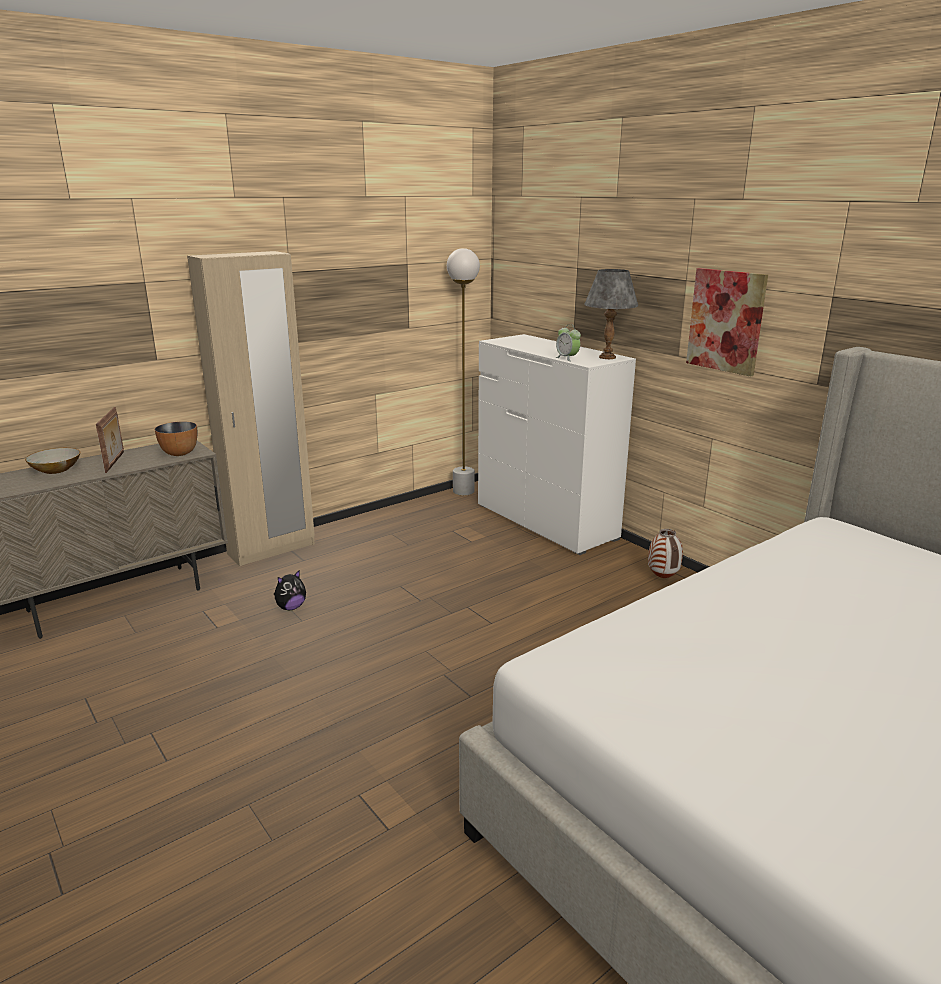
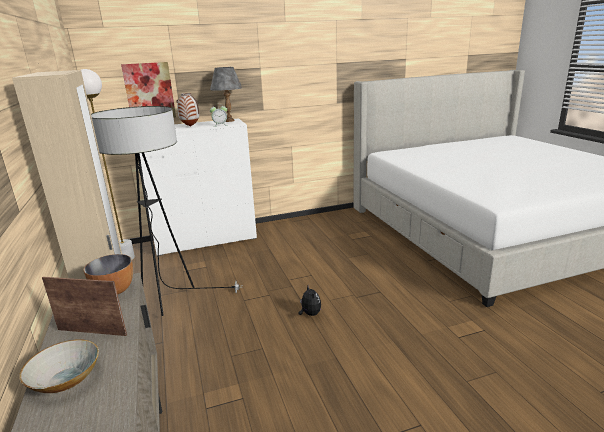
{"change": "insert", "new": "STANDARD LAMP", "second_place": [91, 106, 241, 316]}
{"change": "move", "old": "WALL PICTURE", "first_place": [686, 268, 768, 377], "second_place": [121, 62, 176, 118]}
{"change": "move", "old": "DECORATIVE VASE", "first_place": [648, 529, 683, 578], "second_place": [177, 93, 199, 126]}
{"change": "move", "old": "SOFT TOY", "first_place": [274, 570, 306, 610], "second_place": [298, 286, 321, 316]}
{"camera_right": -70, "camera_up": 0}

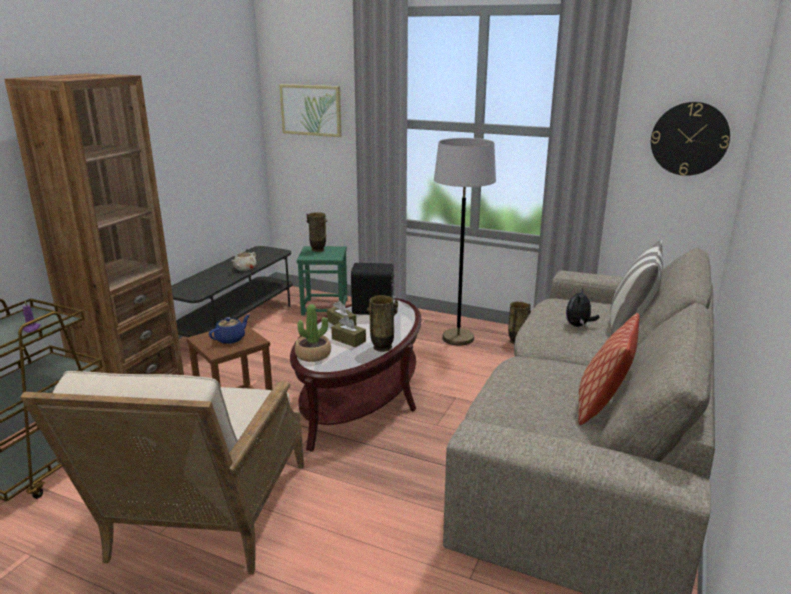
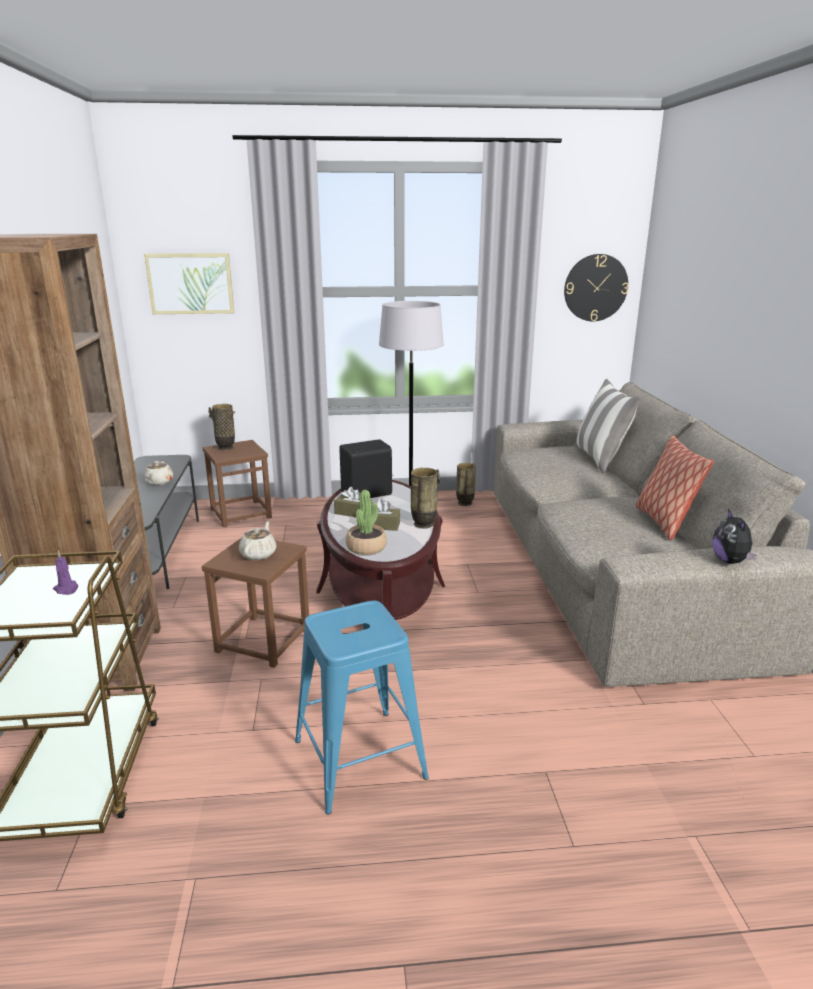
{"change": "recolor", "old": "GREEN SITTING STOOL", "new": "BROWN-COLOURED SITTING STOOL", "first_place": [297, 246, 347, 316], "second_place": [203, 440, 272, 528]}
{"change": "recolor", "old": "BLUE-COLOURED POT FOR TEA", "new": "BEIGE POT FOR TEA", "first_place": [209, 315, 250, 344], "second_place": [239, 521, 277, 560]}
{"change": "replace", "old": "BEIGE LOUNGE CHAIR", "new": "BLUE-COLOURED SITTING STOOL", "first_place": [20, 371, 304, 575], "second_place": [295, 601, 429, 814]}
{"change": "move", "old": "SOFT TOY", "first_place": [566, 288, 600, 327], "second_place": [713, 508, 756, 564]}
{"camera_right": -30, "camera_up": 0}

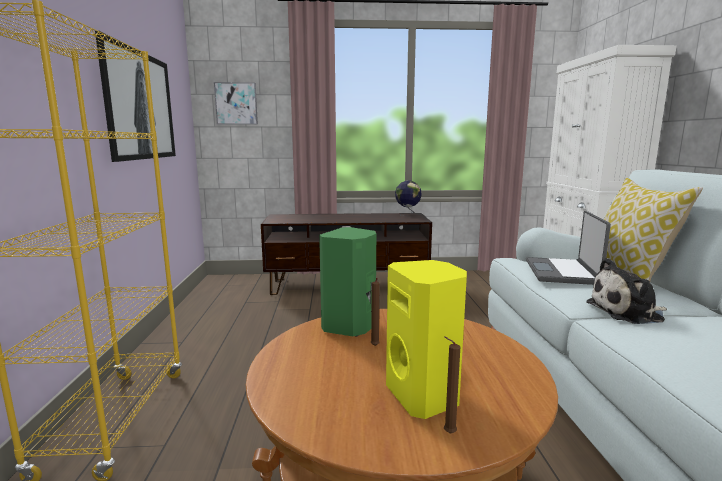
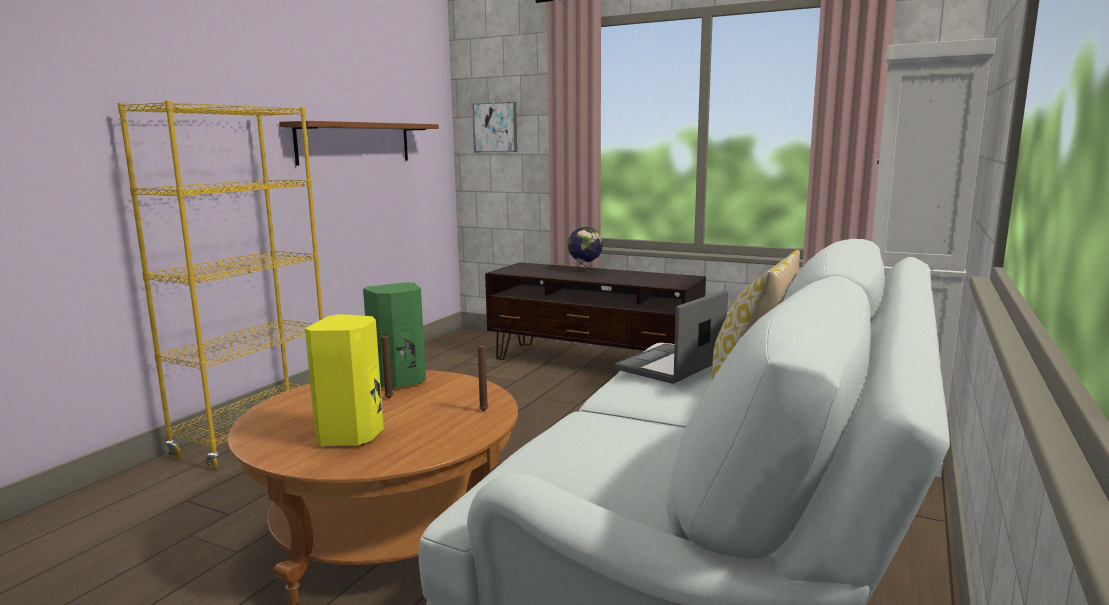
{"change": "replace", "old": "WALL PICTURE", "new": "BROWN-COLOURED WALL SHELF", "first_place": [95, 31, 176, 162], "second_place": [279, 121, 439, 166]}
{"change": "move", "old": "BROWN-COLOURED CANDLE", "first_place": [444, 336, 460, 433], "second_place": [474, 338, 488, 411]}
{"change": "move", "old": "WORLD GLOBE", "first_place": [395, 180, 422, 216], "second_place": [567, 227, 603, 274]}
{"change": "delete", "old": "SOFT TOY", "first_place": [586, 258, 667, 324]}
{"camera_right": 30, "camera_up": 0}

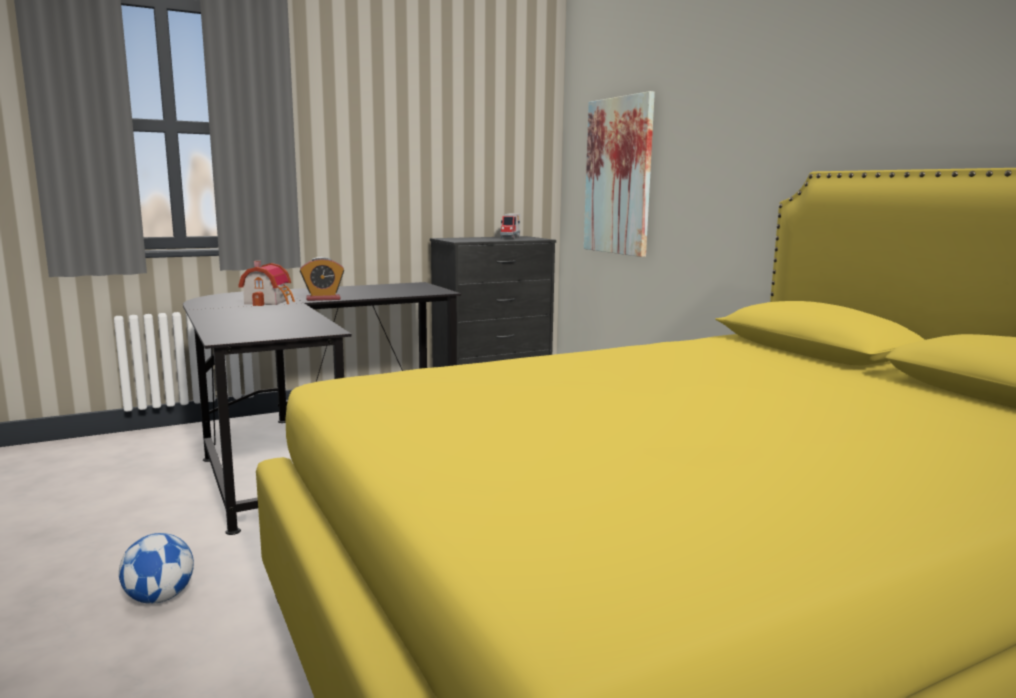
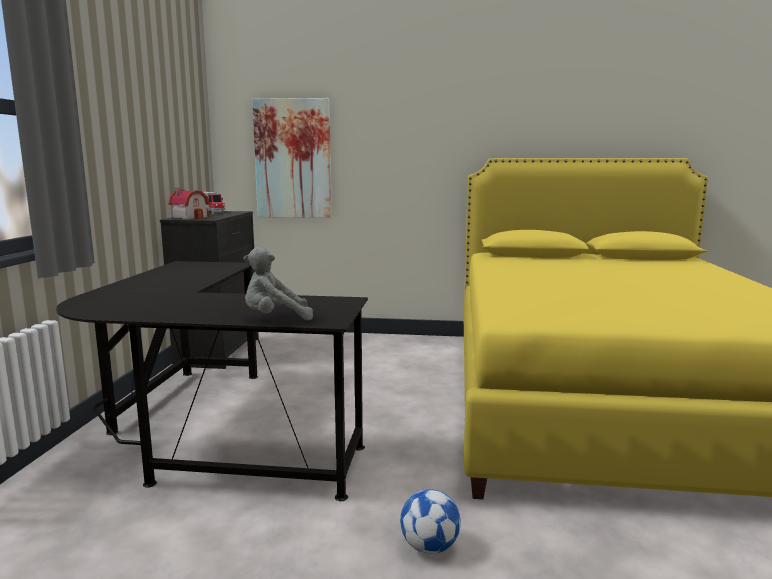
{"change": "move", "old": "TOY HOUSE", "first_place": [238, 261, 295, 306], "second_place": [168, 188, 210, 219]}
{"change": "insert", "new": "GREYISH SOFT TOY", "second_place": [243, 247, 313, 321]}
{"change": "delete", "old": "ALARM CLOCK", "first_place": [300, 257, 344, 301]}
{"camera_right": -55, "camera_up": 0}

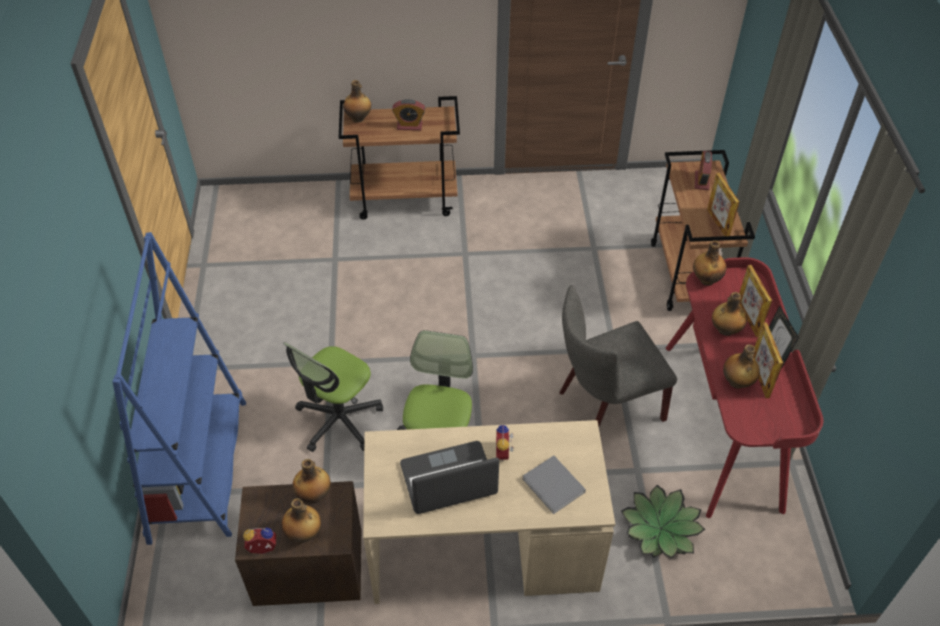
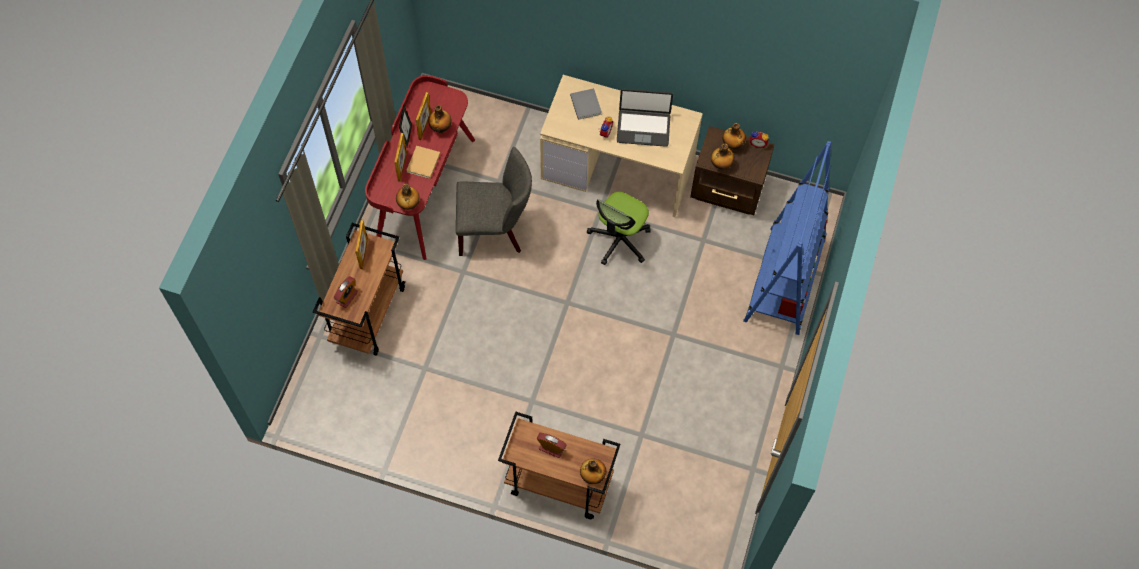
{"change": "replace", "old": "BEVERAGE BOTTLE", "new": "BEIGE BOOK", "first_place": [712, 292, 747, 336], "second_place": [406, 146, 440, 179]}
{"change": "delete", "old": "COMPUTER CHAIR", "first_place": [283, 342, 383, 452]}
{"change": "delete", "old": "POTTED PLANT", "first_place": [621, 485, 705, 558]}
{"camera_right": -160, "camera_up": 15}

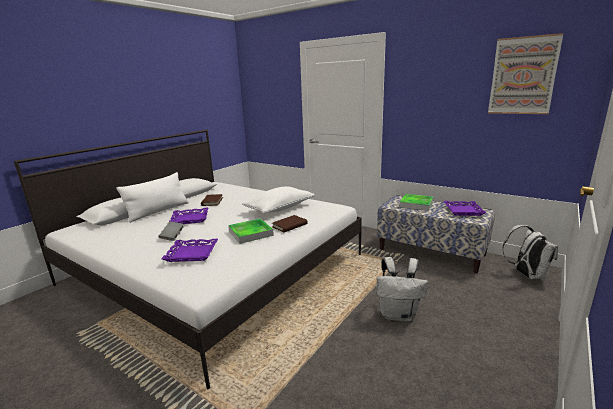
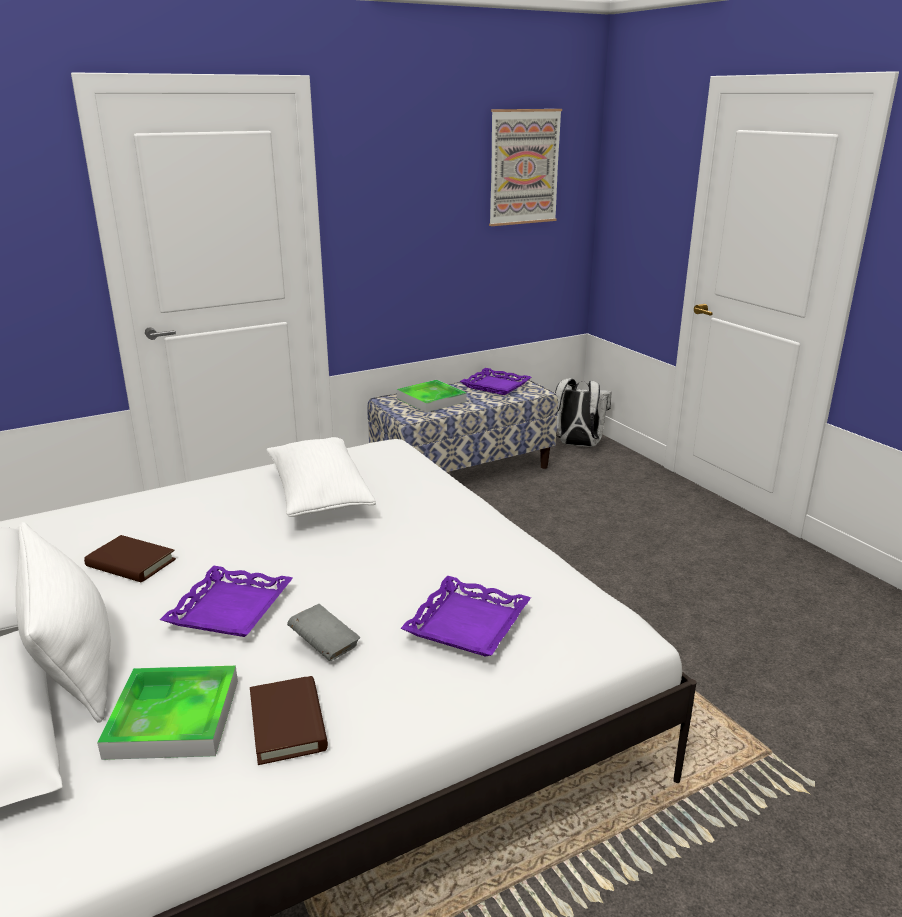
{"change": "move", "old": "TRAY", "first_place": [228, 218, 274, 244], "second_place": [97, 666, 238, 760]}
{"change": "move", "old": "BROWN-COLOURED BOOK", "first_place": [272, 215, 308, 233], "second_place": [250, 676, 328, 765]}
{"change": "delete", "old": "WHITISH BACKPACK", "first_place": [376, 257, 428, 321]}
{"camera_right": -65, "camera_up": 5}

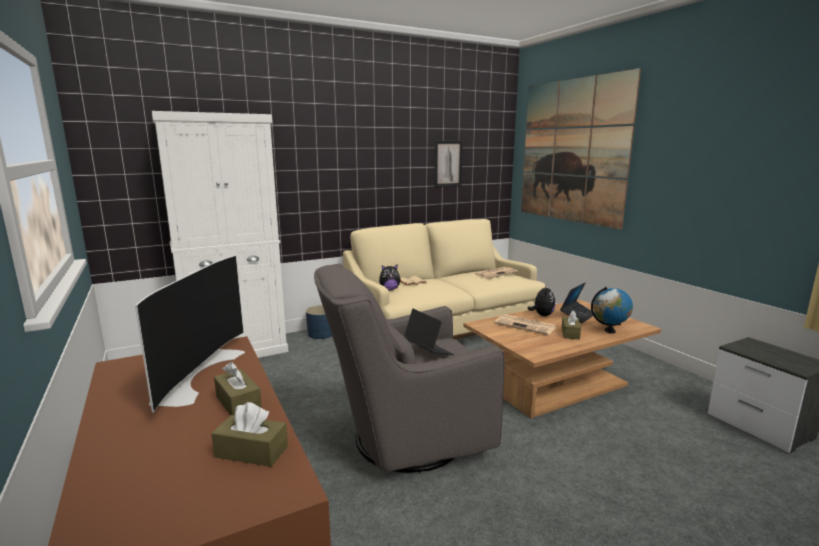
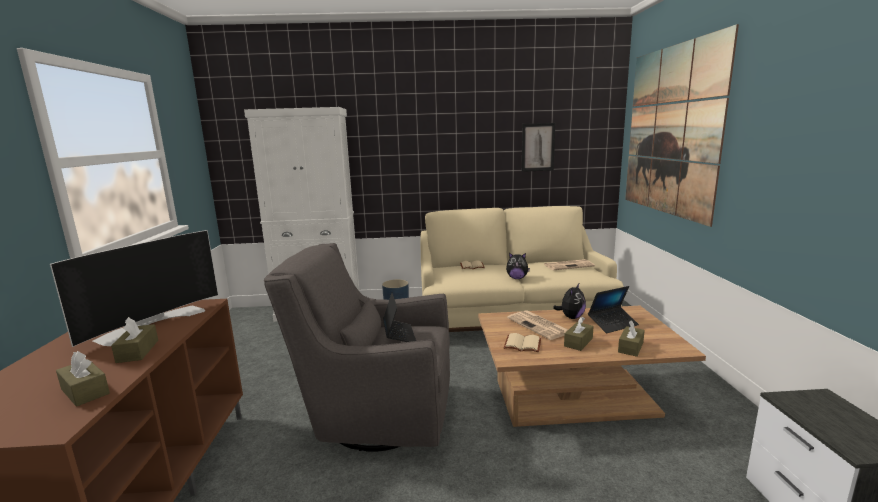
{"change": "insert", "new": "BEIGE BOOK", "second_place": [504, 333, 541, 352]}
{"change": "move", "old": "SOFT TOY", "first_place": [379, 265, 401, 291], "second_place": [506, 253, 530, 279]}
{"change": "replace", "old": "WORLD GLOBE", "new": "BROWN-COLOURED TISSUE HOLDER", "first_place": [591, 287, 633, 333], "second_place": [618, 320, 645, 357]}
{"camera_right": 25, "camera_up": 0}

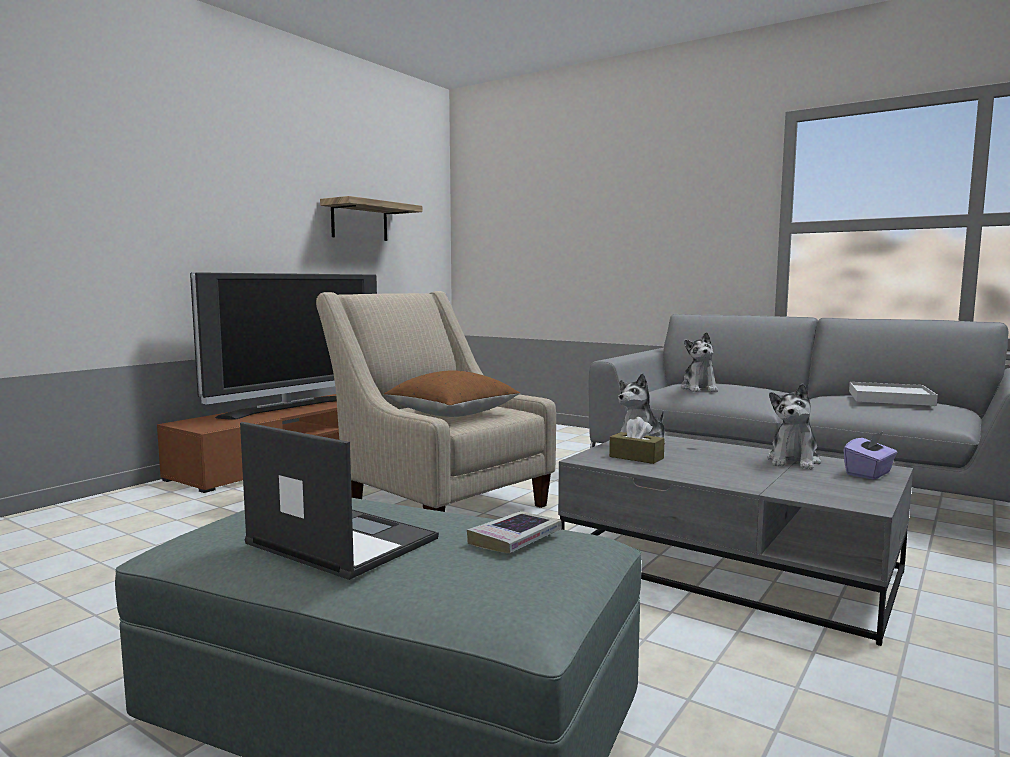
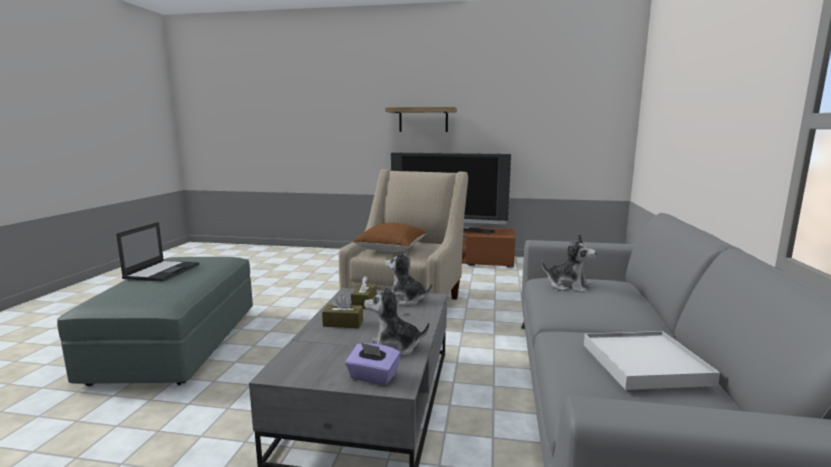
{"change": "insert", "new": "BROWN-COLOURED TISSUE HOLDER", "second_place": [322, 294, 363, 328]}
{"change": "move", "old": "WALL SHELF", "first_place": [320, 196, 422, 241], "second_place": [385, 107, 457, 132]}
{"change": "rotate", "old": "SOFT TOY", "first_place": [681, 332, 718, 392], "second_place": [542, 233, 596, 293], "degrees": -120}
{"change": "delete", "old": "BOOK", "first_place": [467, 511, 562, 553]}
{"camera_right": 65, "camera_up": 5}

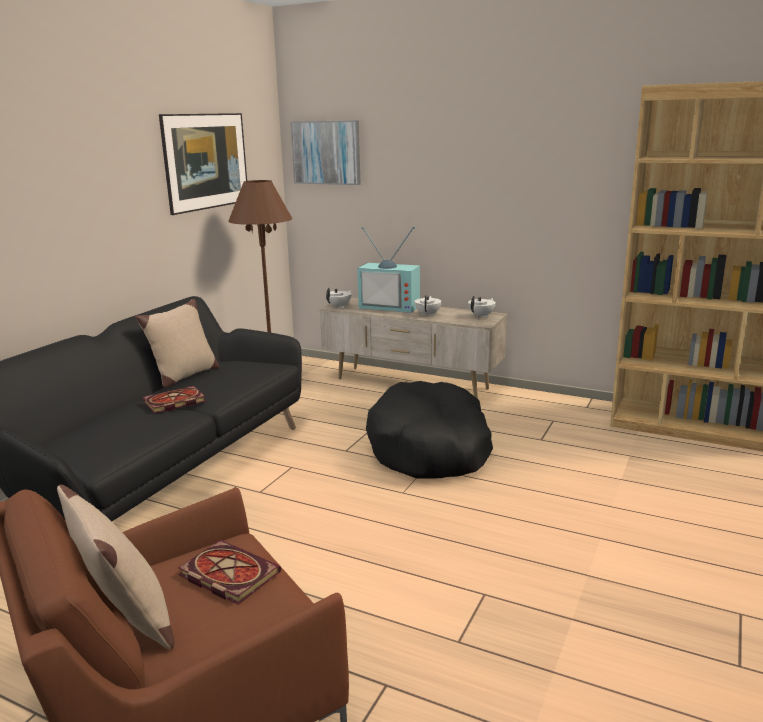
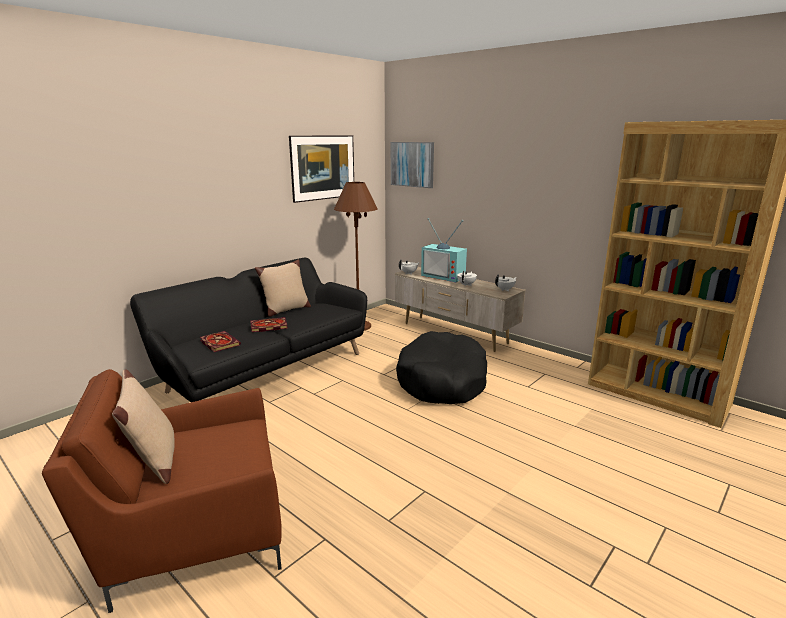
{"change": "move", "old": "BOOK", "first_place": [178, 540, 281, 605], "second_place": [200, 331, 241, 352]}
{"camera_right": 15, "camera_up": 0}

